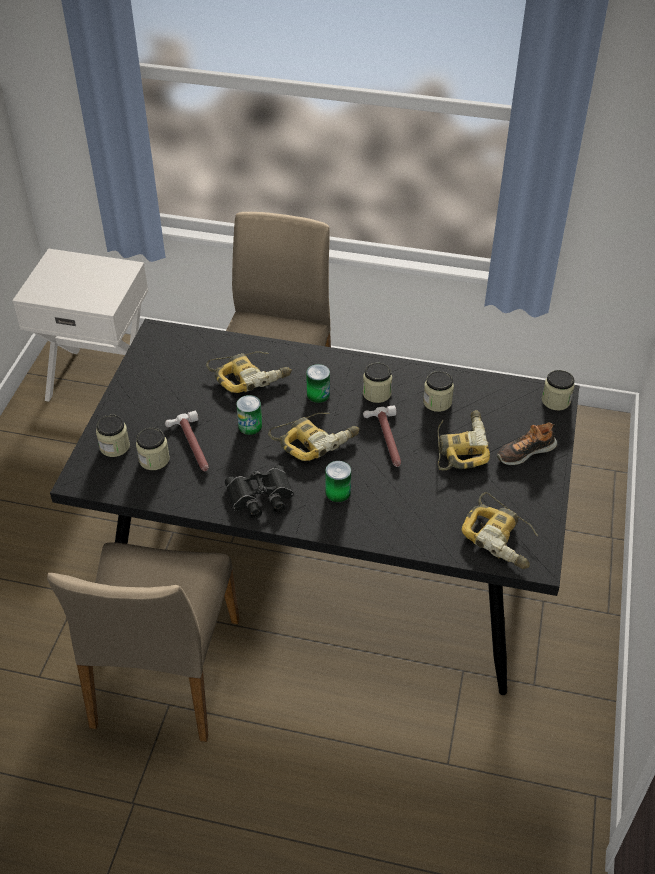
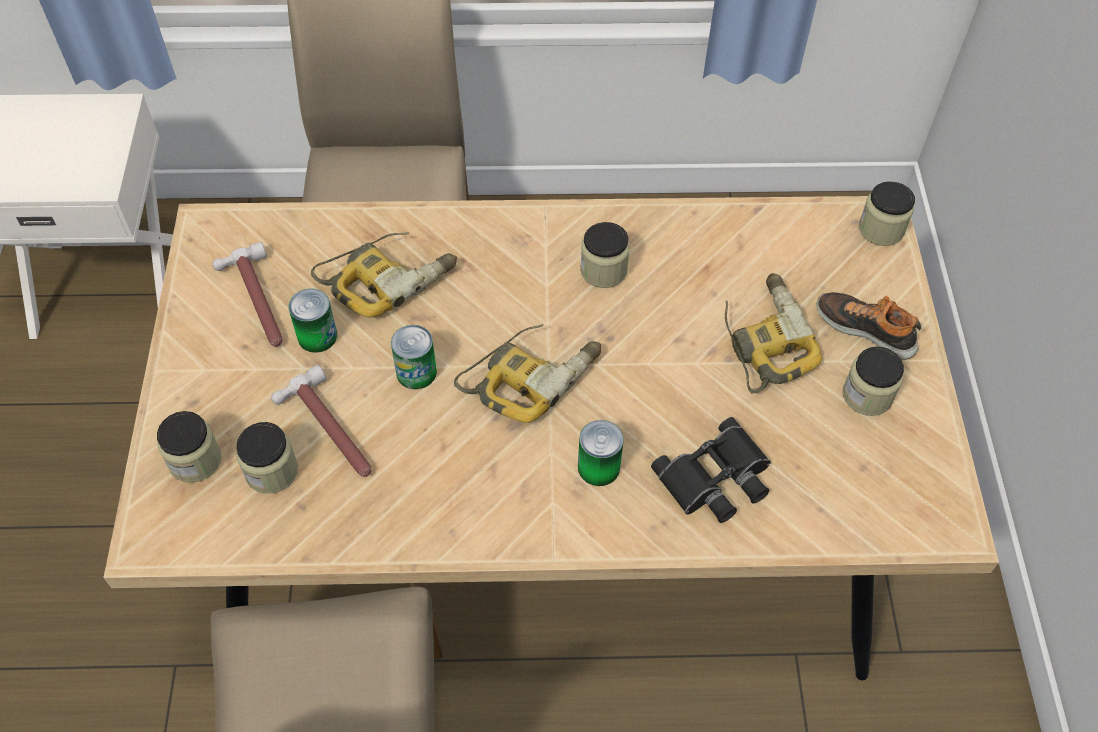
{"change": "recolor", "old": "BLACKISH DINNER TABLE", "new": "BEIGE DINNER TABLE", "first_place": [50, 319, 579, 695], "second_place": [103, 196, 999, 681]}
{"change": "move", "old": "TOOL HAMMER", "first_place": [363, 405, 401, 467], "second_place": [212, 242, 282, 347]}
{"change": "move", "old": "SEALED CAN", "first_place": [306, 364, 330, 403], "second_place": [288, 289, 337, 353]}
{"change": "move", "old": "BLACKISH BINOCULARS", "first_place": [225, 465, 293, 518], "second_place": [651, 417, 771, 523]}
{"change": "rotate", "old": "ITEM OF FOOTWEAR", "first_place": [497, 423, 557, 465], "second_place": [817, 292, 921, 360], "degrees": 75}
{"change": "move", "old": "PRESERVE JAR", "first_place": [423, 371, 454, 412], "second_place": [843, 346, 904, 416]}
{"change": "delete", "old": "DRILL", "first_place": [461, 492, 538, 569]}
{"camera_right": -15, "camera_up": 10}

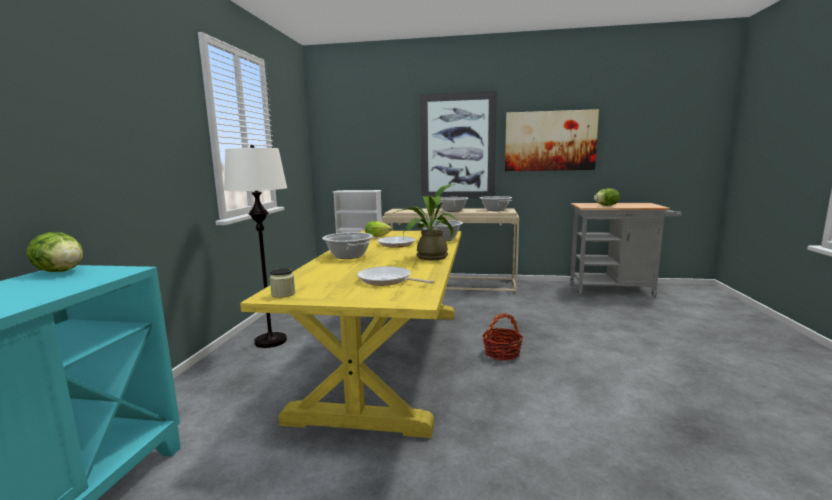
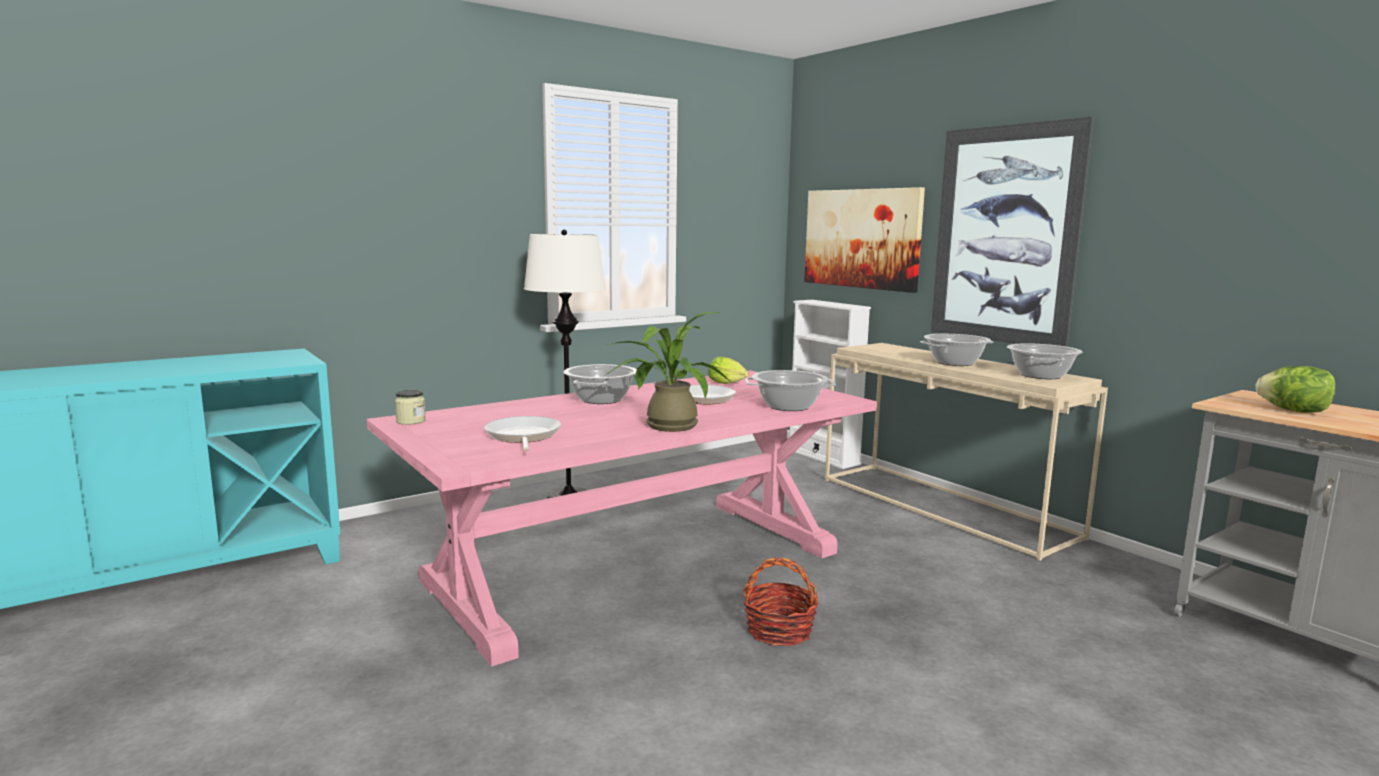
{"change": "recolor", "old": "YELLOW-COLOURED DINNER TABLE", "new": "PINK-COLOURED DINNER TABLE", "first_place": [240, 230, 461, 438], "second_place": [367, 370, 877, 667]}
{"change": "move", "old": "WALL PICTURE", "first_place": [505, 109, 599, 171], "second_place": [804, 187, 925, 293]}
{"change": "delete", "old": "HEAD OF LETTUCE", "first_place": [27, 232, 83, 272]}
{"camera_right": 45, "camera_up": 0}

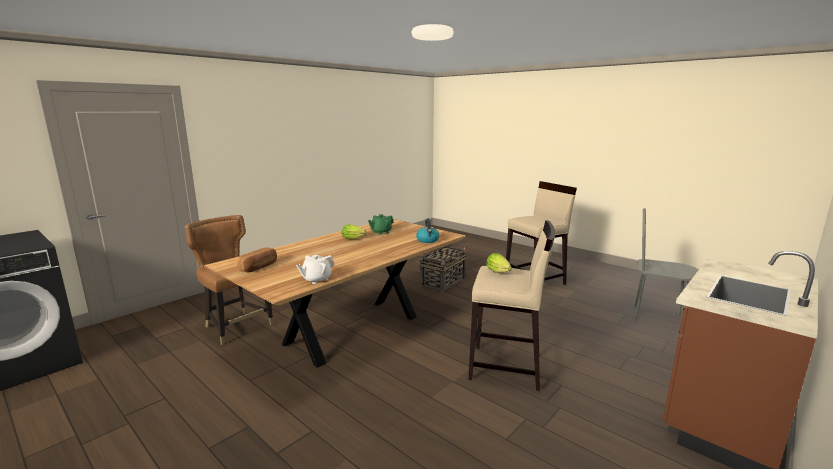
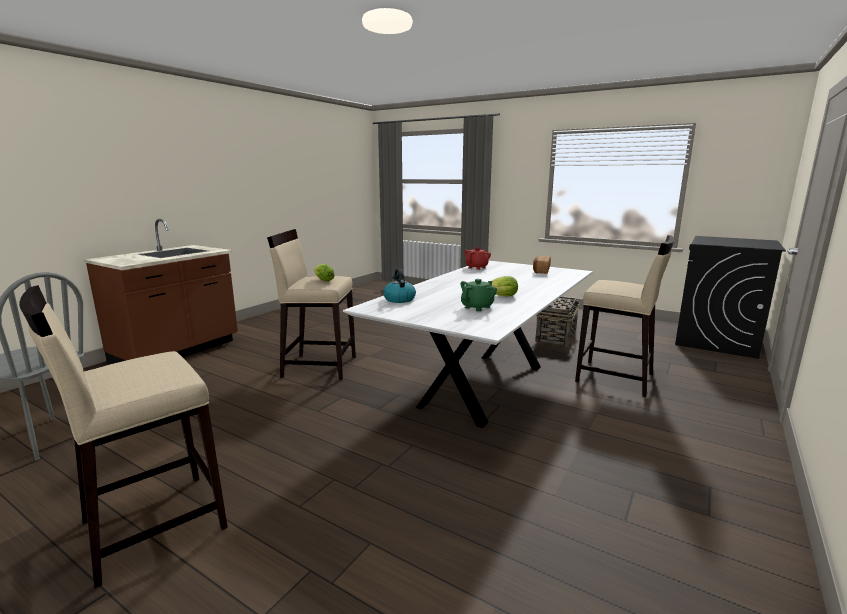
{"change": "recolor", "old": "BROWN-COLOURED DINNER TABLE", "new": "WHITISH DINNER TABLE", "first_place": [204, 219, 466, 368], "second_place": [343, 261, 593, 428]}
{"change": "recolor", "old": "WHITISH POT FOR TEA", "new": "RED POT FOR TEA", "first_place": [296, 255, 334, 284], "second_place": [464, 247, 491, 270]}
{"change": "move", "old": "HOUSEHOLD BASKET", "first_place": [419, 246, 467, 292], "second_place": [535, 297, 579, 347]}
{"change": "replace", "old": "BROWN-COLOURED UPRIGHT CHAIR", "new": "BEIGE SITTING STOOL", "first_place": [185, 215, 273, 345], "second_place": [575, 235, 675, 397]}
{"camera_right": 170, "camera_up": 0}

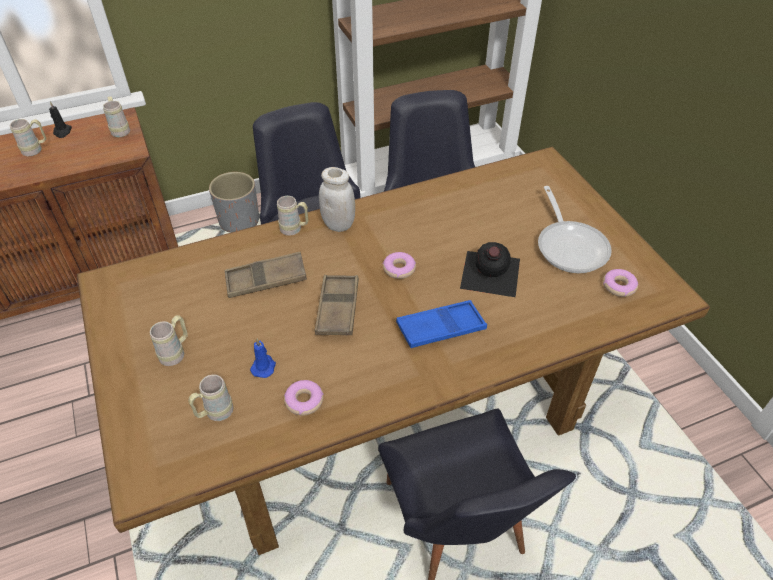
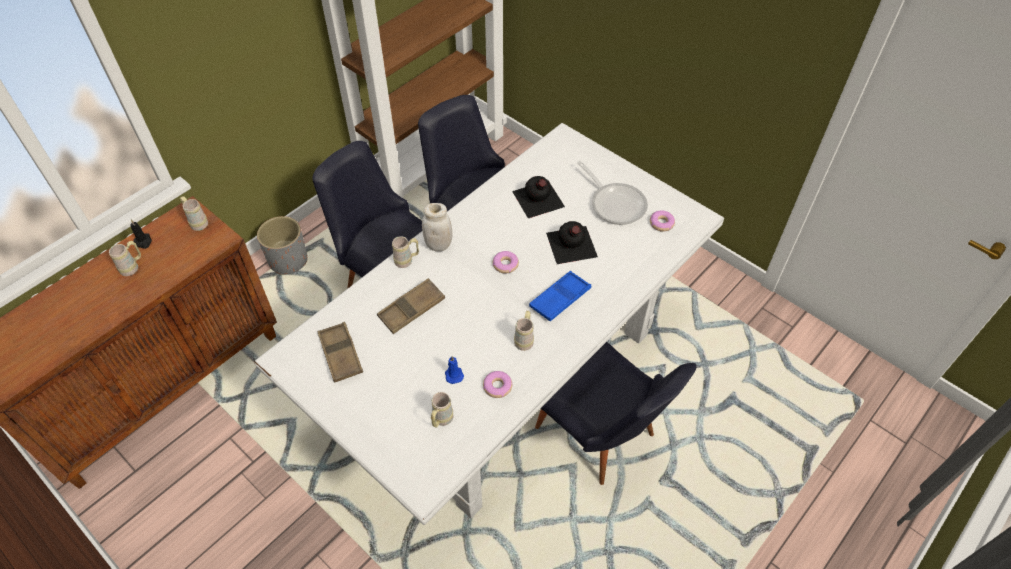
{"change": "recolor", "old": "BROWN-COLOURED DINNER TABLE", "new": "WHITISH DINNER TABLE", "first_place": [77, 147, 710, 555], "second_place": [254, 123, 724, 525]}
{"change": "move", "old": "BROWN-COLOURED TRAY", "first_place": [315, 275, 359, 335], "second_place": [317, 322, 363, 383]}
{"change": "insert", "new": "BLACKISH BEVERAGE BOTTLE", "second_place": [512, 176, 565, 218]}
{"change": "move", "old": "BEIGE COFFEE MUG", "first_place": [150, 315, 188, 366], "second_place": [514, 311, 534, 351]}
{"camera_right": -25, "camera_up": 5}

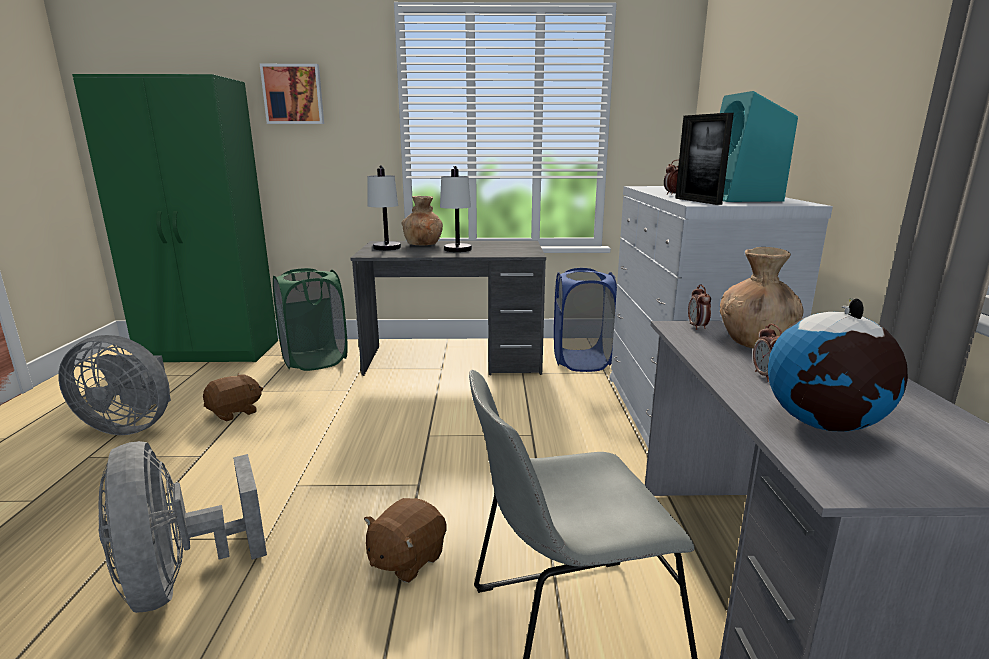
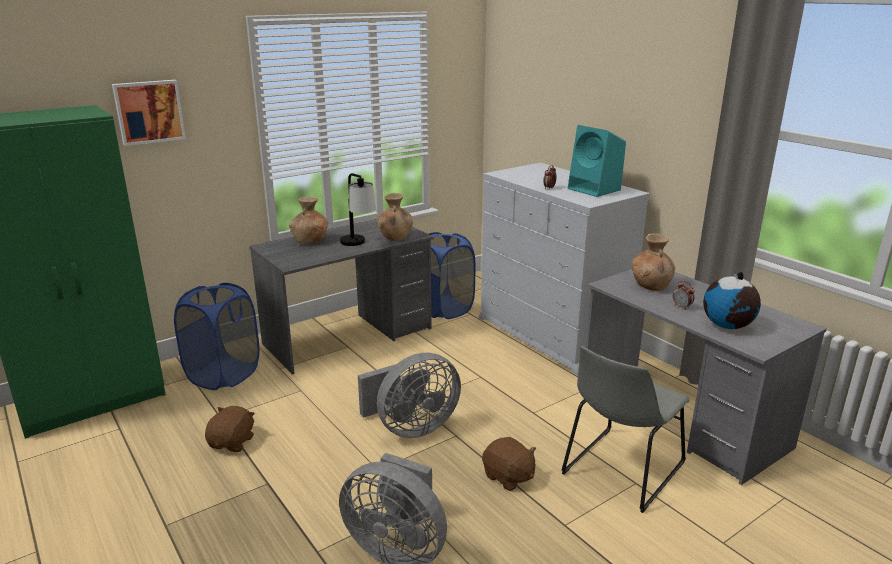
{"change": "recolor", "old": "GREEN WASHING BASKET", "new": "BLUE-COLOURED WASHING BASKET", "first_place": [273, 268, 348, 371], "second_place": [174, 283, 260, 390]}
{"change": "move", "old": "GREYISH ELECTRIC FAN", "first_place": [58, 335, 171, 435], "second_place": [358, 353, 461, 438]}
{"change": "insert", "new": "BROWN-COLOURED DECORATIVE VASE", "second_place": [378, 193, 413, 241]}
{"change": "rotate", "old": "BROWN-COLOURED SOFT TOY", "first_place": [364, 498, 447, 583], "second_place": [482, 437, 536, 491], "degrees": -45}
{"change": "delete", "old": "TABLE LAMP", "first_place": [368, 165, 401, 250]}
{"change": "delete", "old": "PHOTO FRAME", "first_place": [675, 113, 734, 205]}
{"change": "delete", "old": "ALARM CLOCK", "first_place": [688, 285, 711, 330]}
{"camera_right": -35, "camera_up": 5}

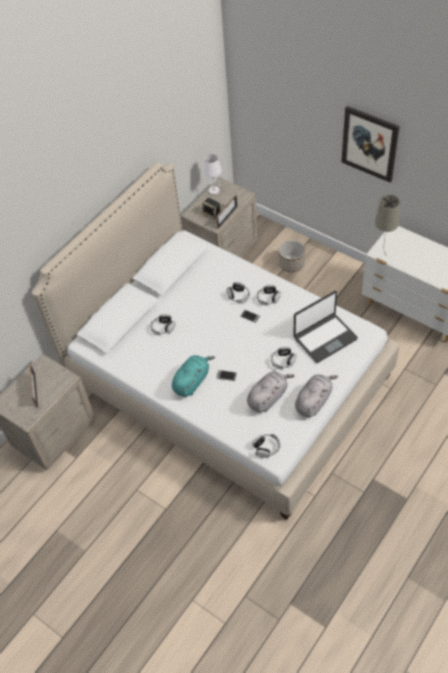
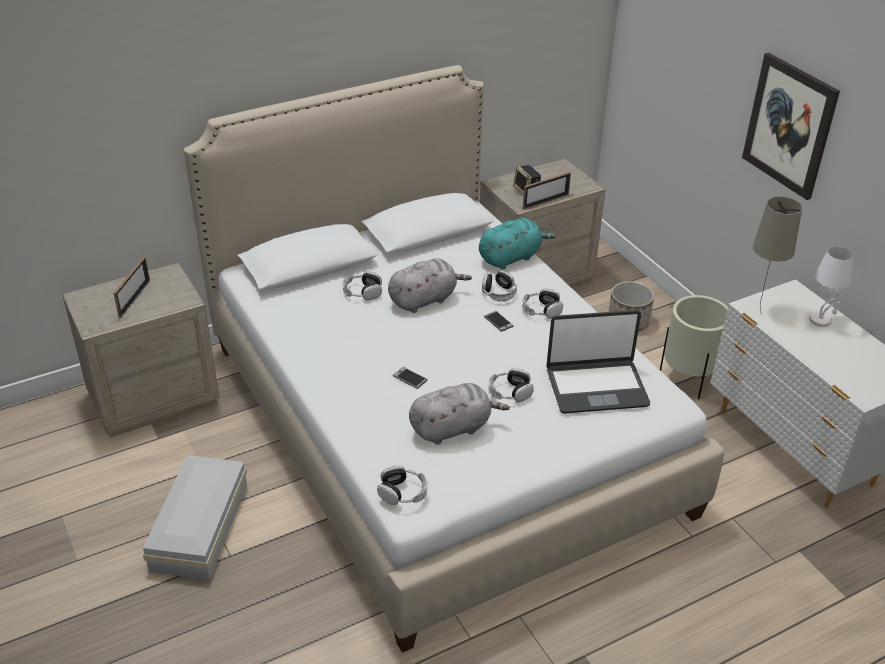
{"change": "insert", "new": "WHITISH STORAGE BIN", "second_place": [143, 455, 247, 580]}
{"change": "move", "old": "GREYISH SOFT TOY", "first_place": [295, 374, 338, 417], "second_place": [388, 258, 472, 313]}
{"change": "move", "old": "TURQUOISE-COLOURED SOFT TOY", "first_place": [172, 355, 215, 397], "second_place": [479, 218, 556, 269]}
{"change": "insert", "new": "BEIGE PLANTER", "second_place": [660, 295, 728, 399]}
{"change": "move", "old": "WHITISH TABLE LAMP", "first_place": [203, 154, 222, 195], "second_place": [809, 246, 854, 327]}
{"camera_right": 20, "camera_up": -15}

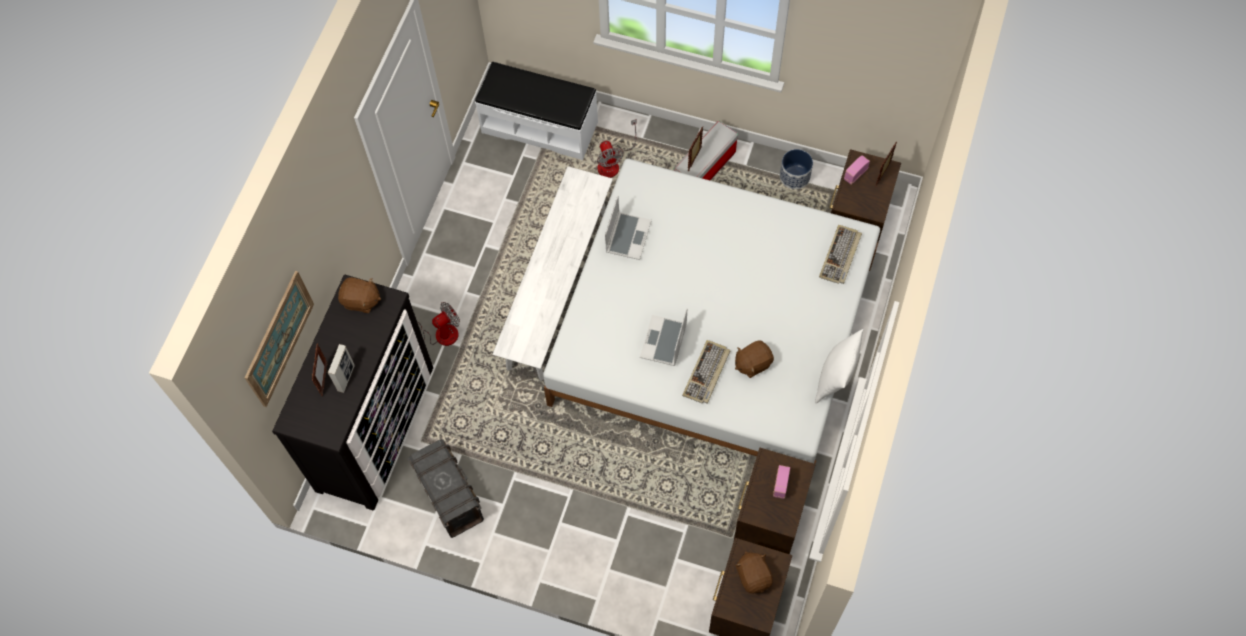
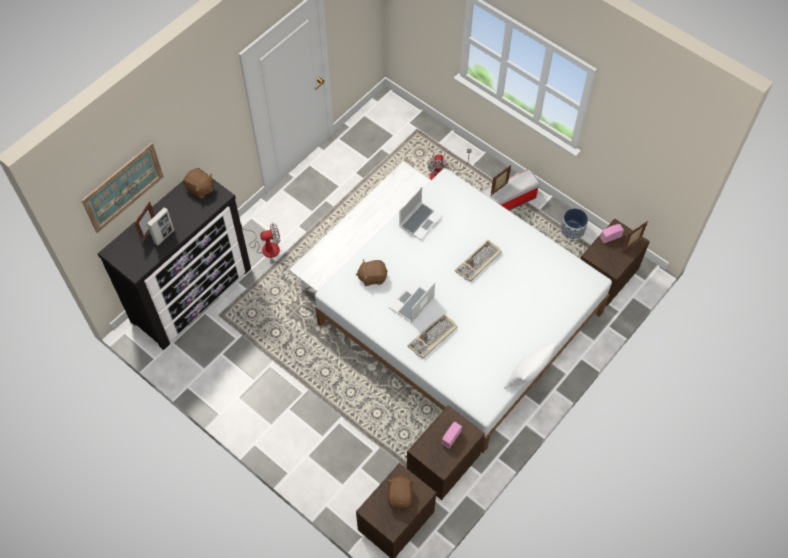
{"change": "move", "old": "BROWN-COLOURED SOFT TOY", "first_place": [735, 340, 774, 378], "second_place": [356, 260, 388, 286]}
{"change": "move", "old": "PC KEYBOARD", "first_place": [819, 225, 862, 284], "second_place": [455, 240, 502, 282]}
{"change": "delete", "old": "GREYISH STORAGE BIN", "first_place": [407, 439, 484, 538]}
{"change": "delete", "old": "WHITISH LONG SEAT", "first_place": [475, 62, 598, 160]}
{"camera_right": 20, "camera_up": -5}

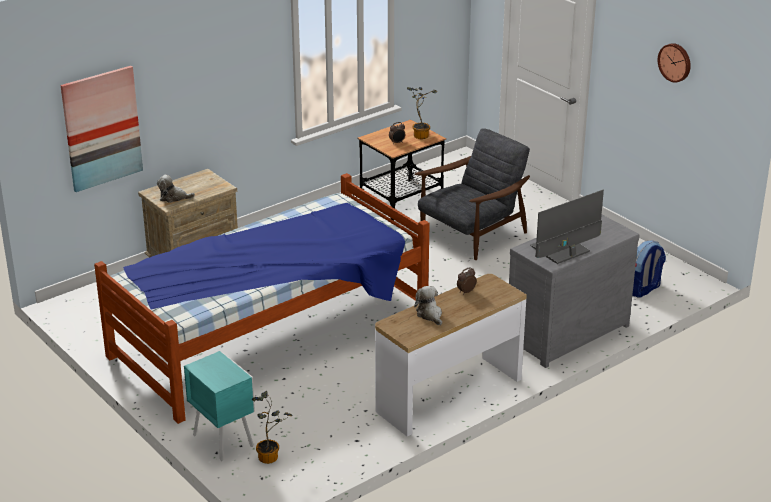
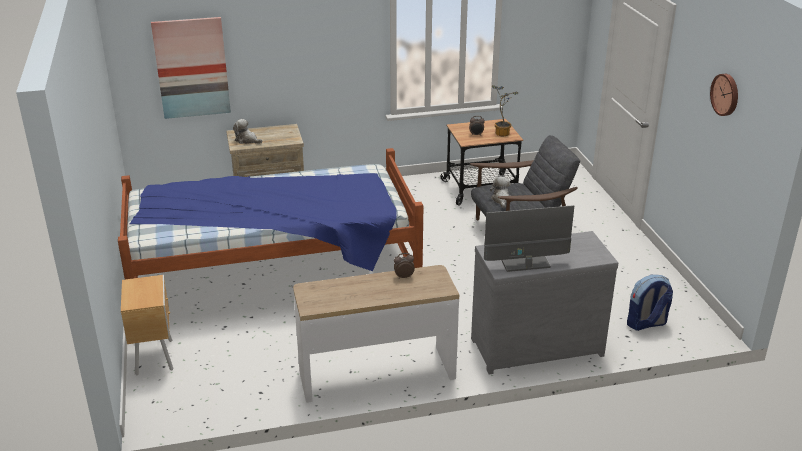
{"change": "recolor", "old": "TURQUOISE-COLOURED NIGHT TABLE", "new": "BROWN-COLOURED NIGHT TABLE", "first_place": [184, 351, 255, 461], "second_place": [121, 275, 174, 376]}
{"change": "move", "old": "SOFT TOY", "first_place": [414, 286, 442, 326], "second_place": [490, 177, 511, 208]}
{"change": "delete", "old": "POTTED PLANT", "first_place": [252, 391, 293, 464]}
{"camera_right": 25, "camera_up": 0}

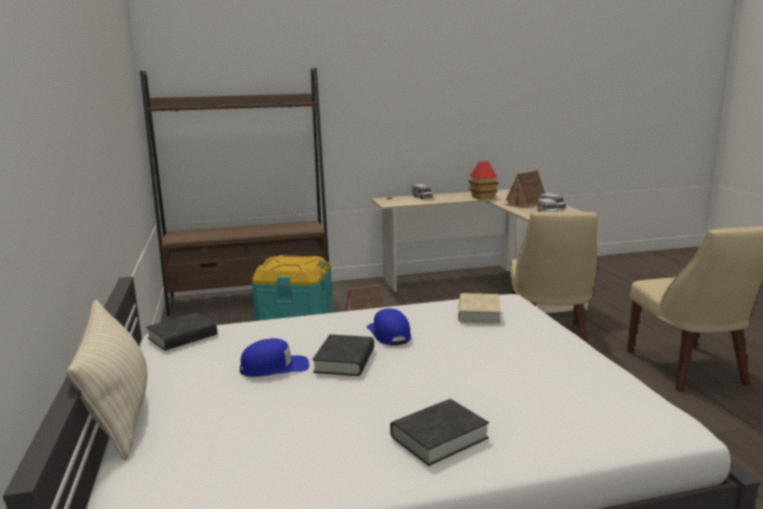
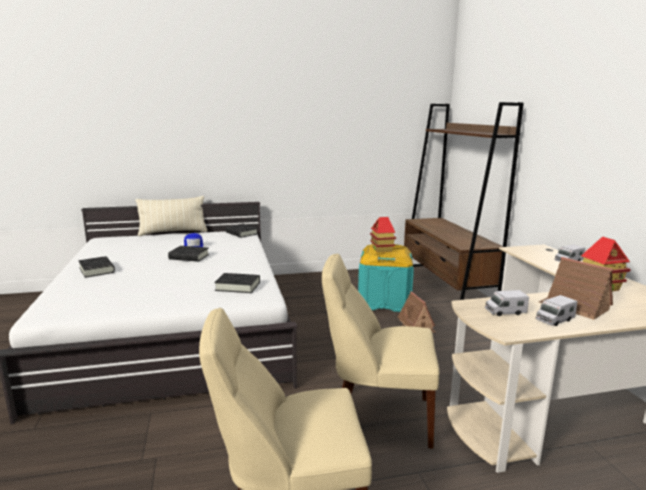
{"change": "recolor", "old": "BEIGE BOOK", "new": "BLACKISH BOOK", "first_place": [458, 293, 501, 324], "second_place": [214, 273, 260, 293]}
{"change": "insert", "new": "TOY HOUSE", "second_place": [370, 217, 396, 252]}
{"change": "delete", "old": "BLUE-COLOURED CAP", "first_place": [367, 309, 411, 345]}
{"camera_right": 90, "camera_up": 0}

